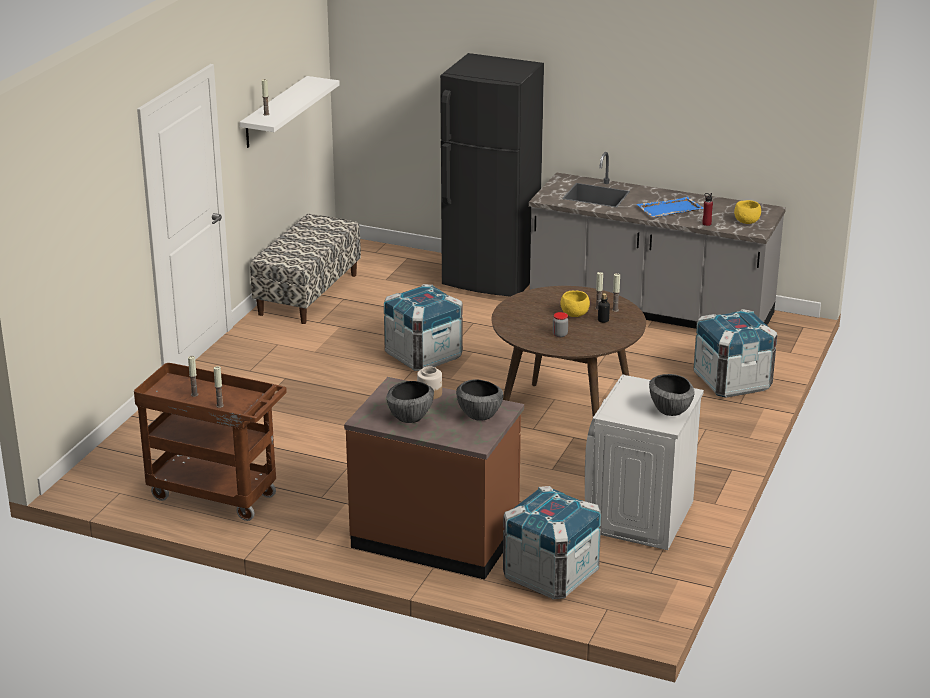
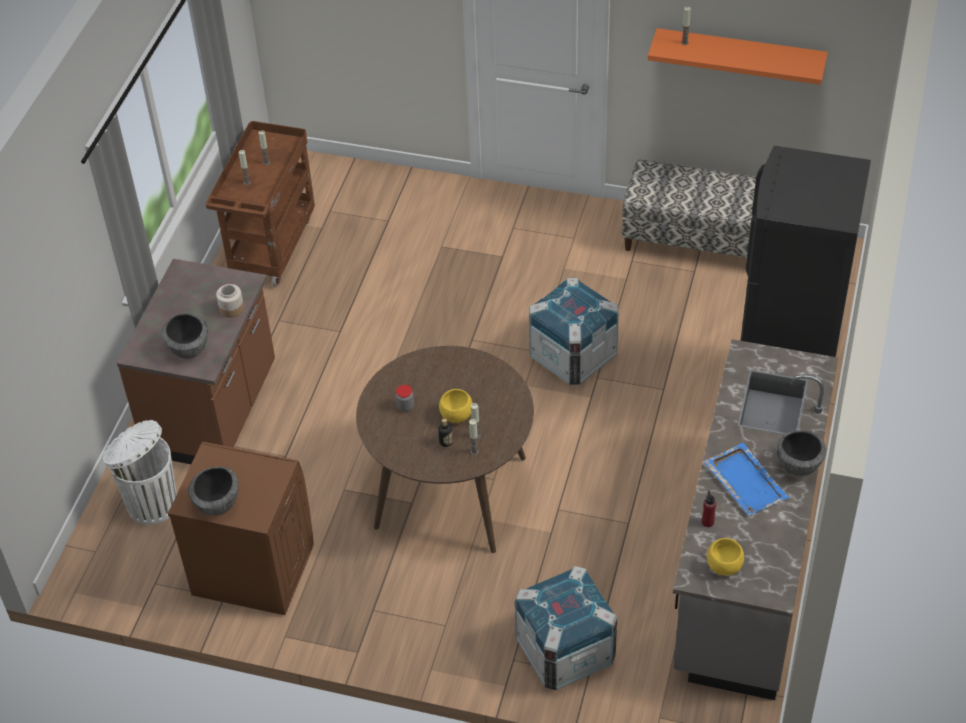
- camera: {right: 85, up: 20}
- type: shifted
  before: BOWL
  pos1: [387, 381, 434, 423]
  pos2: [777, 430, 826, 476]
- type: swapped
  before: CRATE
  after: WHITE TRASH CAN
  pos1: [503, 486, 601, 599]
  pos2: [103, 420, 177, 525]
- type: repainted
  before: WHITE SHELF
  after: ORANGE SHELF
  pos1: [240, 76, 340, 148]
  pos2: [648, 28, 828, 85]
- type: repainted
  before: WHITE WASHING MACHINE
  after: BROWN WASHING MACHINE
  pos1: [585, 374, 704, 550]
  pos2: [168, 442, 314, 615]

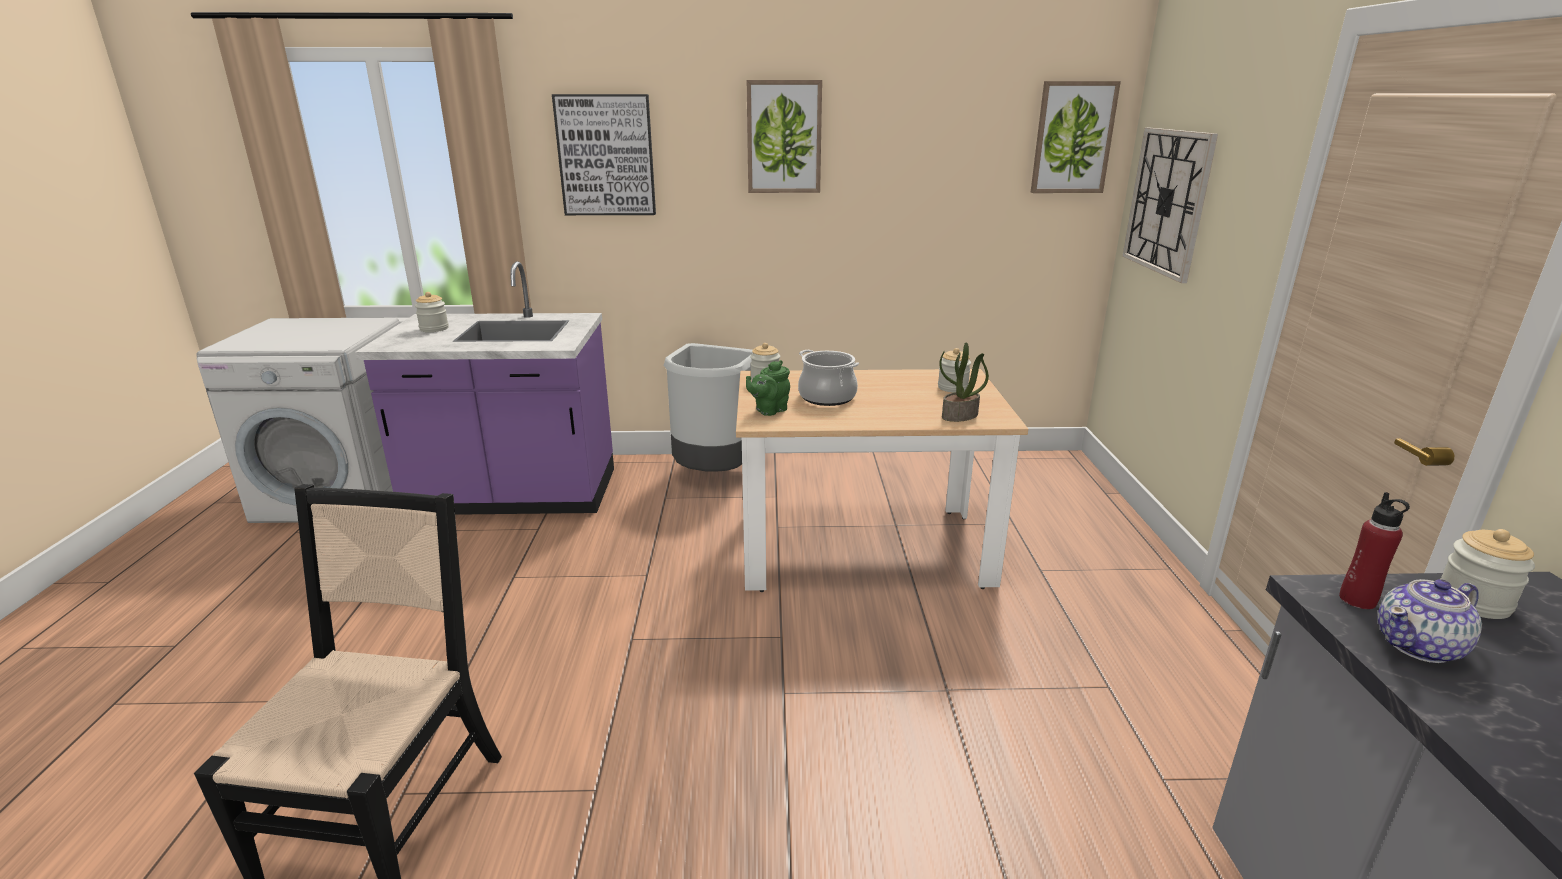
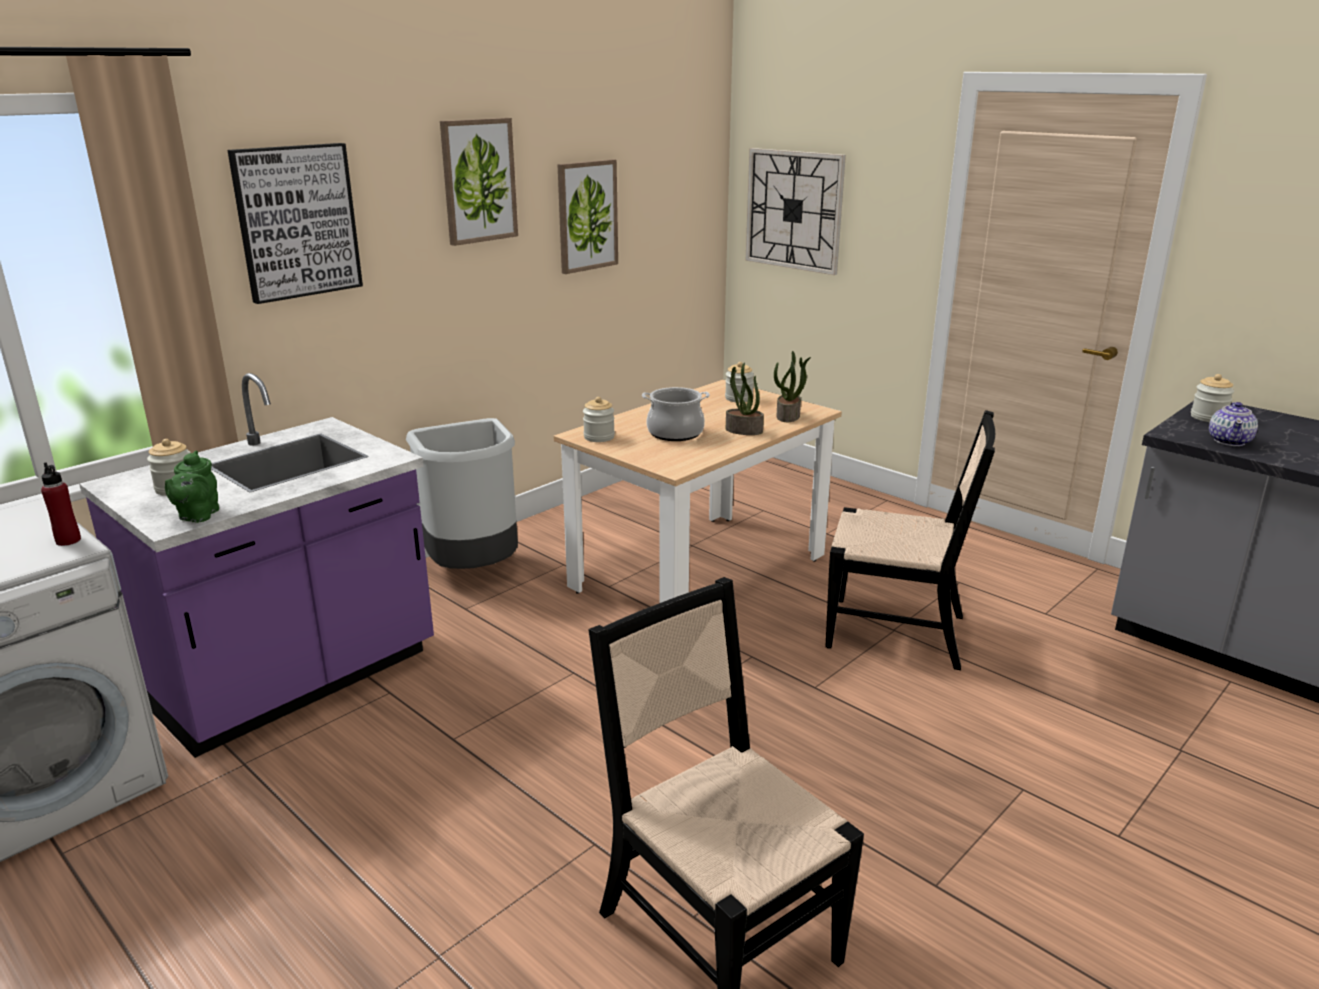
- camera: {right: -45, up: 0}
- type: new
  after: POTTED PLANT
  pos2: [726, 362, 764, 435]
- type: new
  after: CHAIR
  pos2: [825, 410, 995, 670]
- type: shifted
  before: GREEN TEAPOT
  pos1: [746, 360, 790, 416]
  pos2: [165, 450, 219, 523]
- type: shifted
  before: PICTURE
  pos1: [1031, 81, 1121, 193]
  pos2: [557, 159, 618, 274]
- type: shifted
  before: RED BOTTLE
  pos1: [1339, 492, 1410, 609]
  pos2: [41, 462, 81, 546]

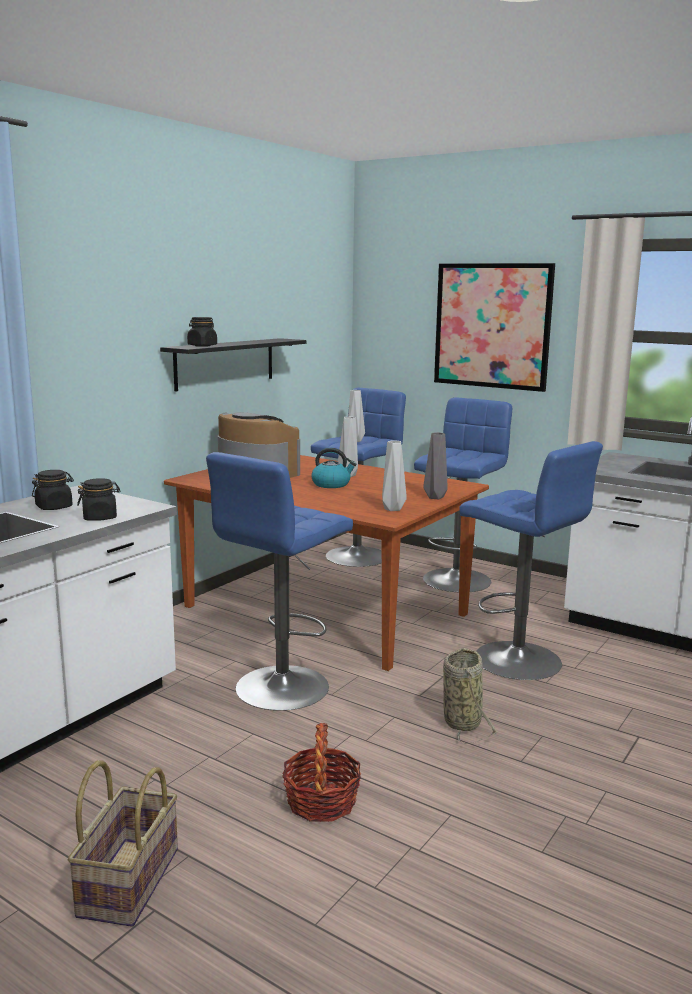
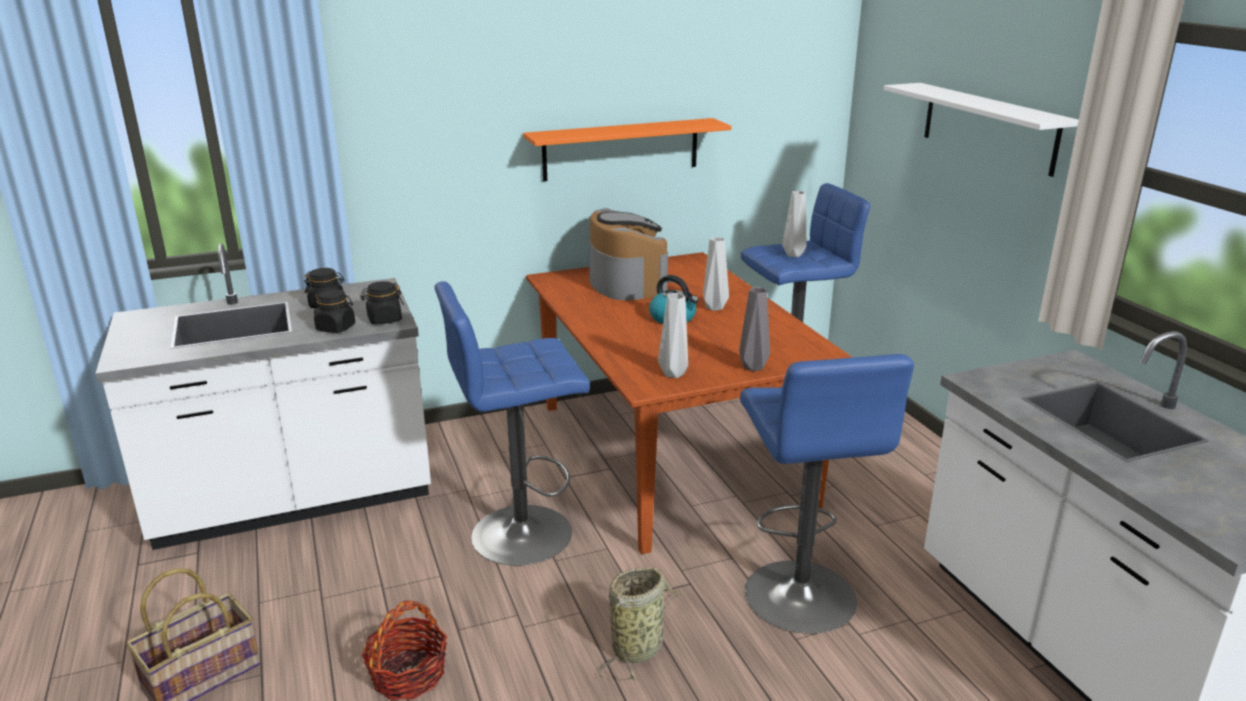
- camera: {right: 35, up: 10}
- type: gone
  before: BLUE STOOL
  pos1: [414, 398, 512, 592]
- type: shifted
  before: BLACK JAR
  pos1: [187, 317, 217, 347]
  pos2: [360, 281, 404, 325]
- type: swapped
  before: PICTURE
  after: WHITE SHELF
  pos1: [434, 263, 555, 392]
  pos2: [883, 83, 1079, 177]
- type: repainted
  before: BLACK SHELF
  after: ORANGE SHELF
  pos1: [160, 338, 306, 392]
  pos2: [523, 118, 731, 181]

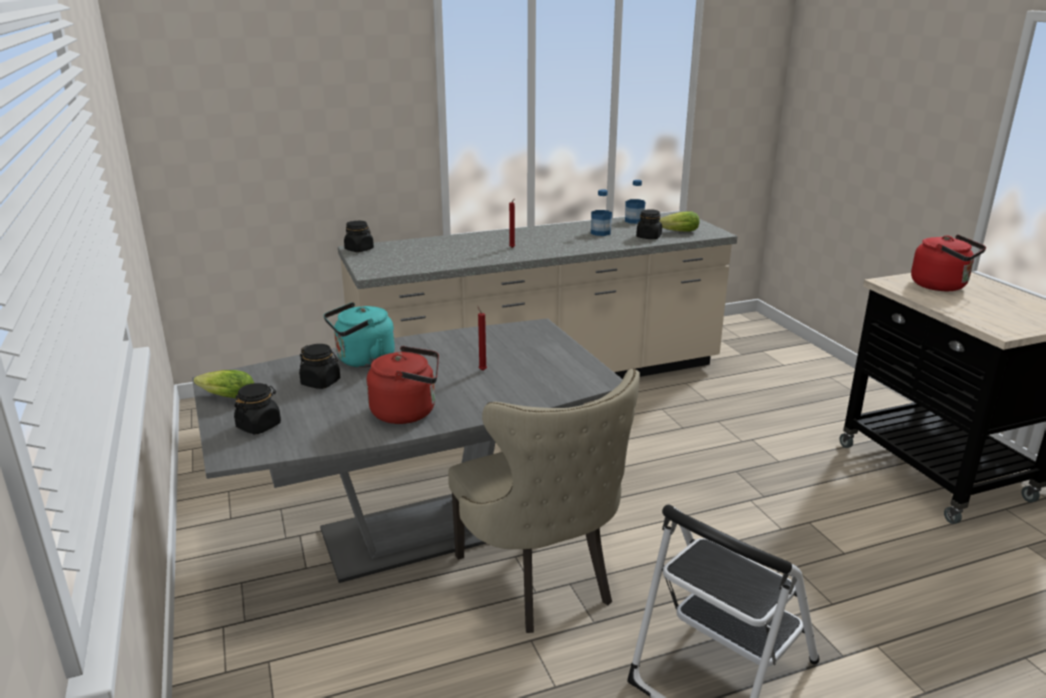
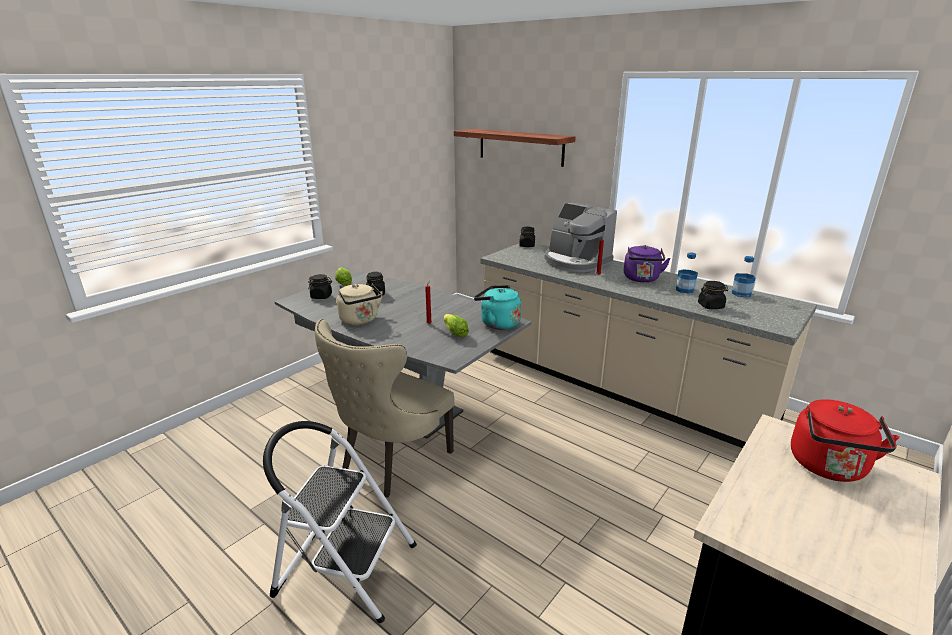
- camera: {right: 60, up: 0}
- type: new
  after: SHELF
  pos2: [454, 129, 576, 167]
- type: new
  after: COFFEE MACHINE
  pos2: [545, 202, 617, 272]
- type: new
  after: PURPLE KETTLE
  pos2: [624, 245, 671, 282]
- type: shifted
  before: TURQUOISE KETTLE
  pos1: [323, 302, 395, 368]
  pos2: [474, 285, 521, 330]
- type: shifted
  before: LETTUCE
  pos1: [660, 211, 699, 232]
  pos2: [444, 314, 469, 337]
- type: repainted
  before: RED KETTLE
  after: BEIGE KETTLE
  pos1: [367, 346, 439, 424]
  pos2: [337, 283, 383, 325]

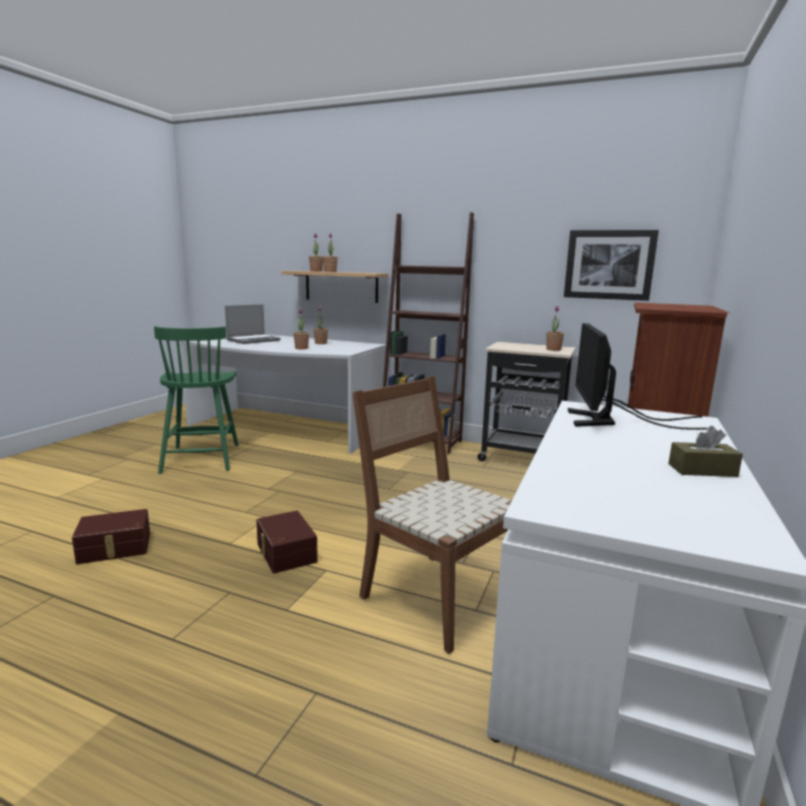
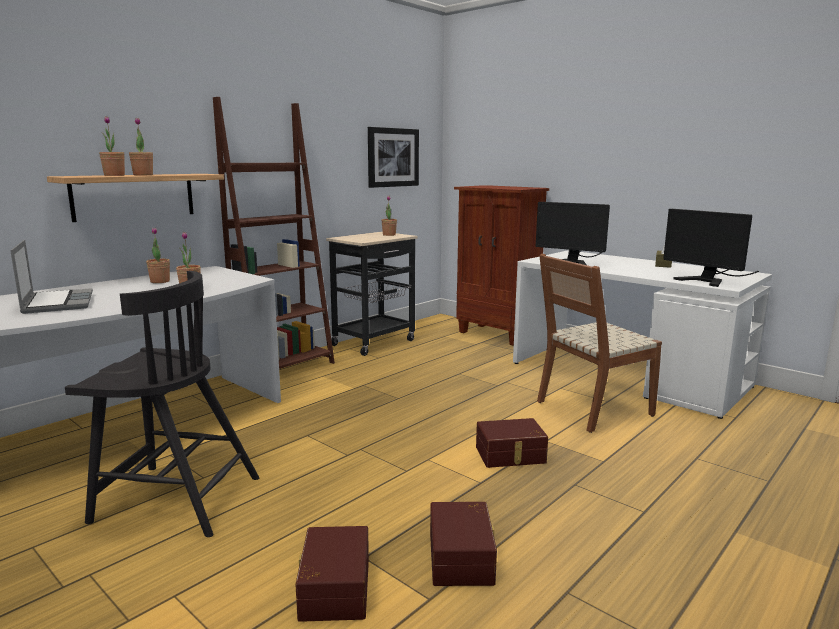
- camera: {right: -70, up: 0}
- type: new
  after: BROWN STORAGE BOX
  pos2: [295, 526, 369, 622]
- type: new
  after: MONITOR
  pos2: [663, 209, 759, 287]
- type: repainted
  before: GREEN CHAIR
  after: BLACK CHAIR
  pos1: [154, 326, 239, 474]
  pos2: [65, 271, 260, 537]

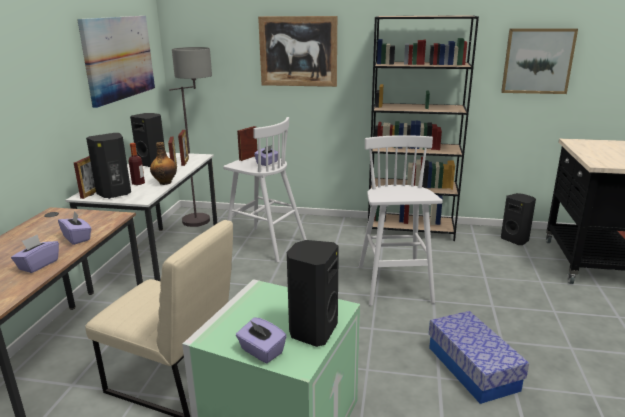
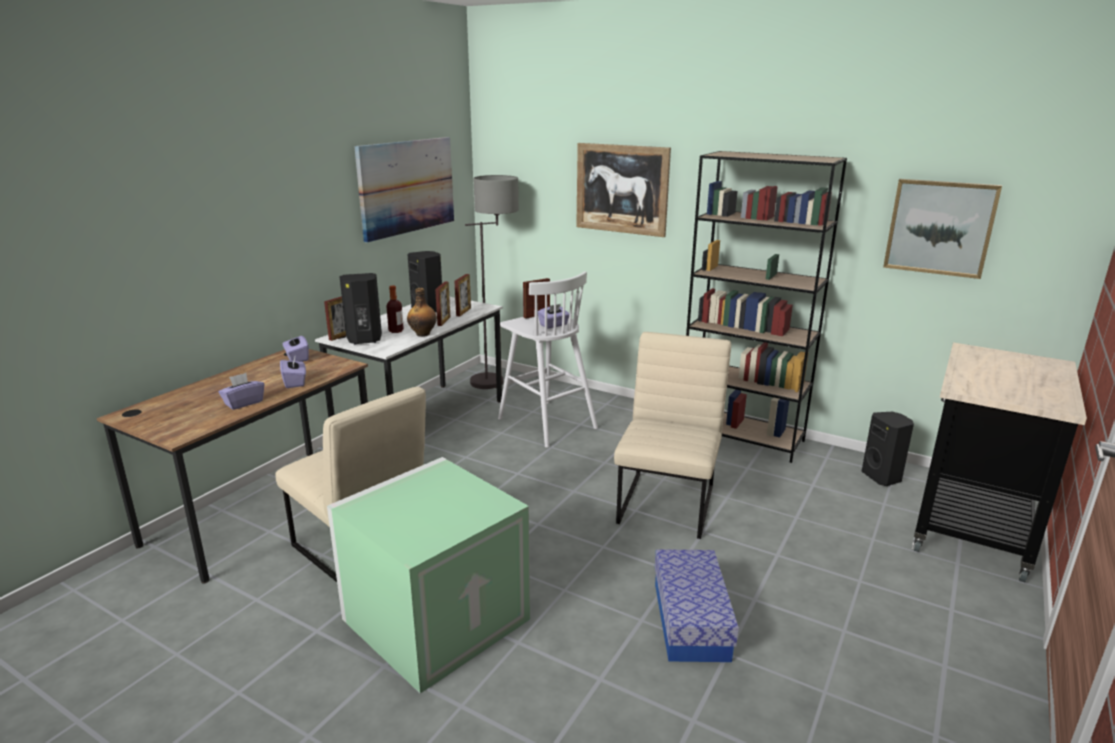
- camera: {right: 20, up: 0}
- type: gone
  before: BLACK SPEAKER
  pos1: [287, 240, 339, 347]
- type: shifted
  before: PURPLE TISSUE BOX
  pos1: [236, 317, 286, 363]
  pos2: [283, 332, 309, 362]
- type: swapped
  before: WHITE STOOL
  after: BEIGE CHAIR
  pos1: [359, 135, 443, 306]
  pos2: [614, 332, 731, 539]

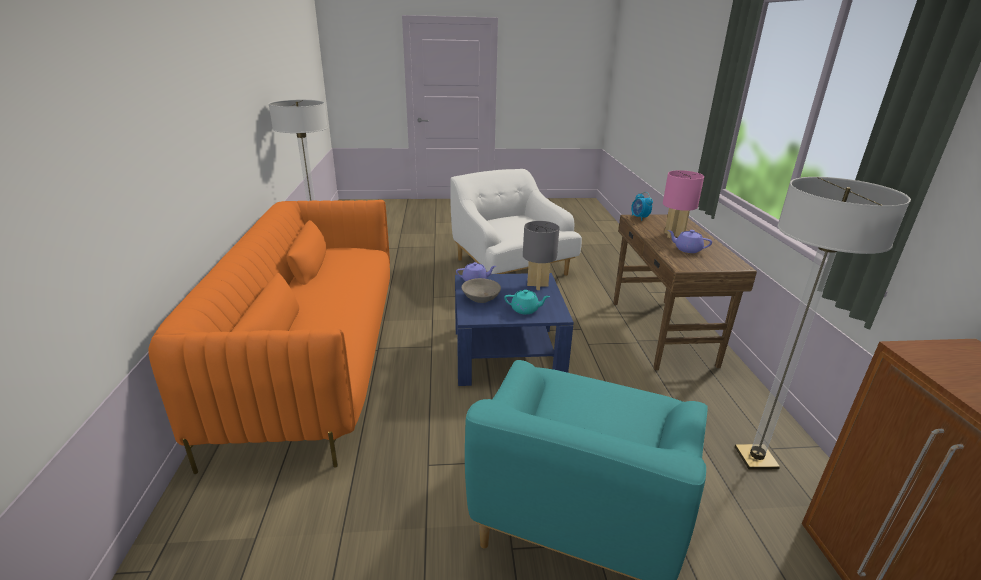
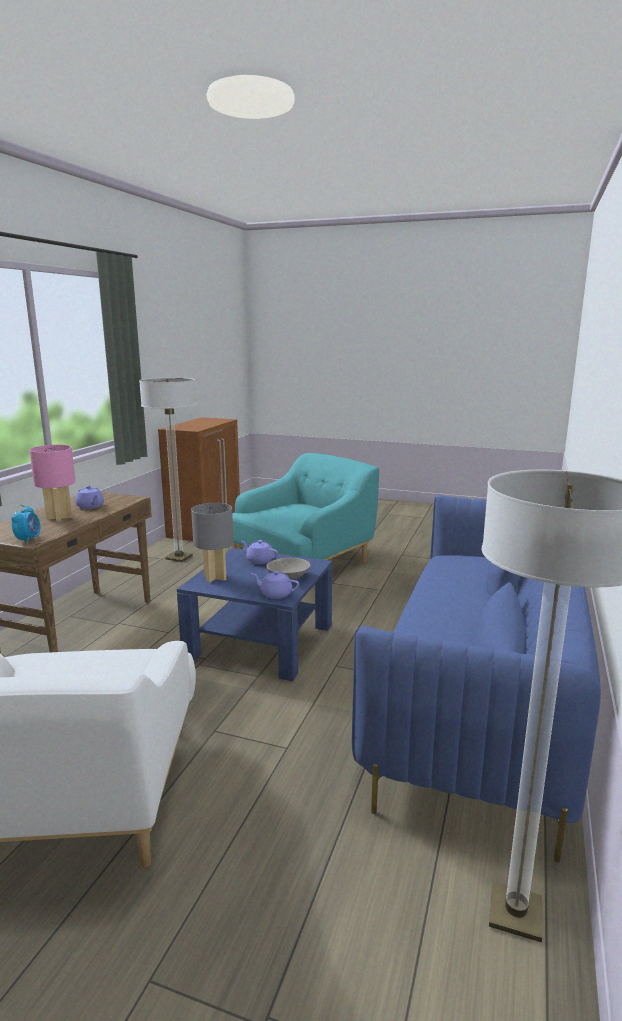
- camera: {right: -155, up: -10}
- type: repainted
  before: ORANGE SOFA
  after: BLUE SOFA
  pos1: [148, 200, 390, 474]
  pos2: [352, 495, 601, 863]
- type: repainted
  before: TURQUOISE TEAPOT
  after: PURPLE TEAPOT
  pos1: [504, 290, 550, 314]
  pos2: [241, 540, 278, 564]

